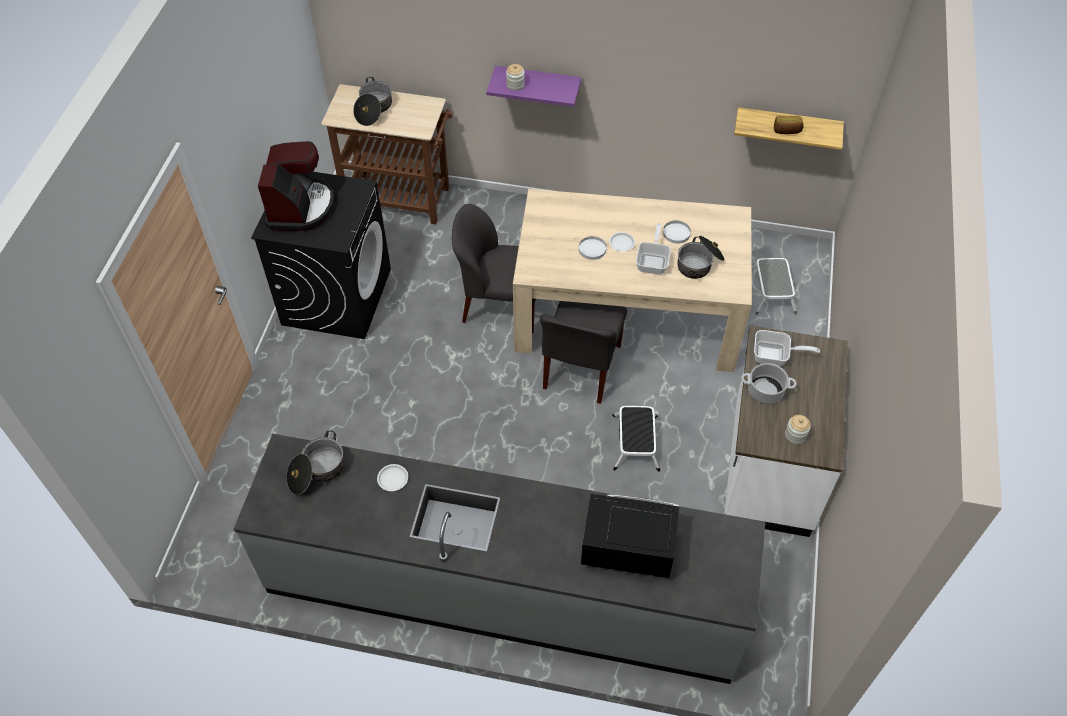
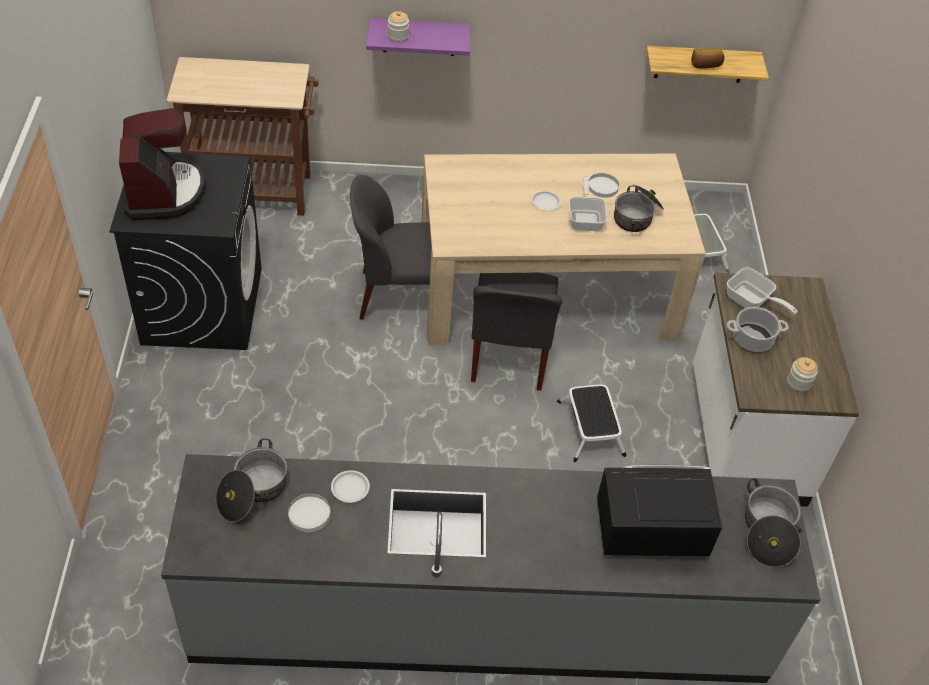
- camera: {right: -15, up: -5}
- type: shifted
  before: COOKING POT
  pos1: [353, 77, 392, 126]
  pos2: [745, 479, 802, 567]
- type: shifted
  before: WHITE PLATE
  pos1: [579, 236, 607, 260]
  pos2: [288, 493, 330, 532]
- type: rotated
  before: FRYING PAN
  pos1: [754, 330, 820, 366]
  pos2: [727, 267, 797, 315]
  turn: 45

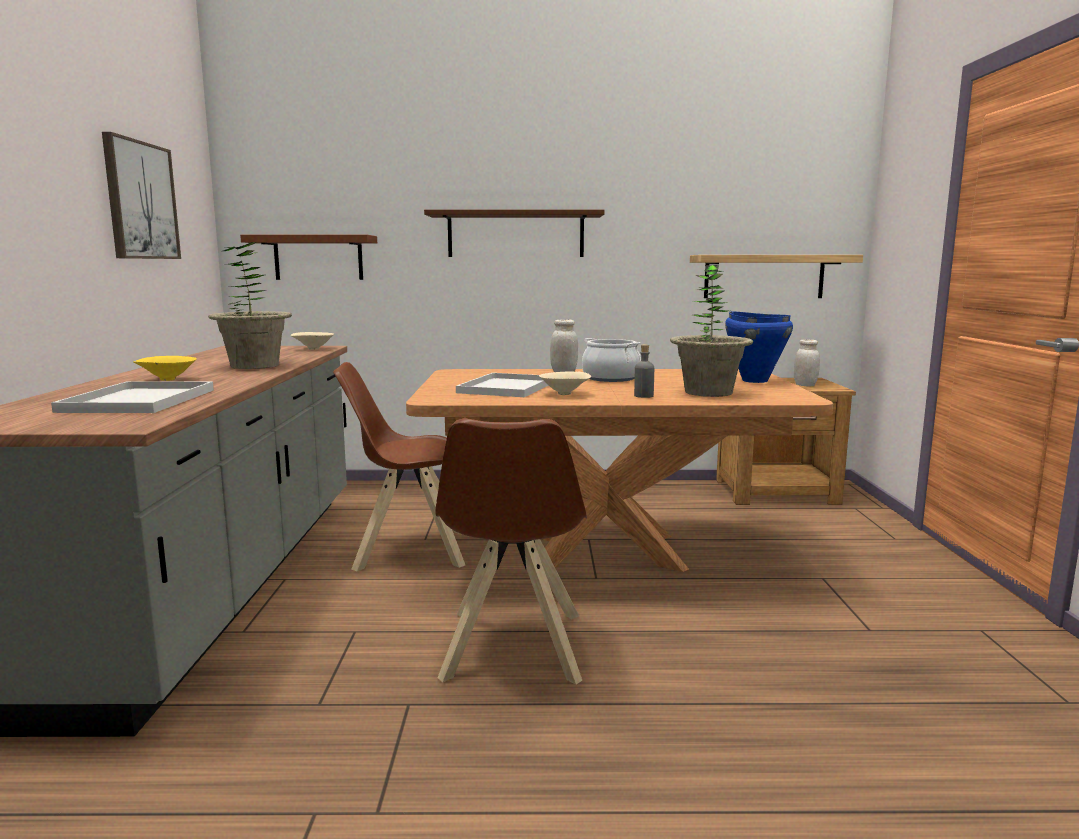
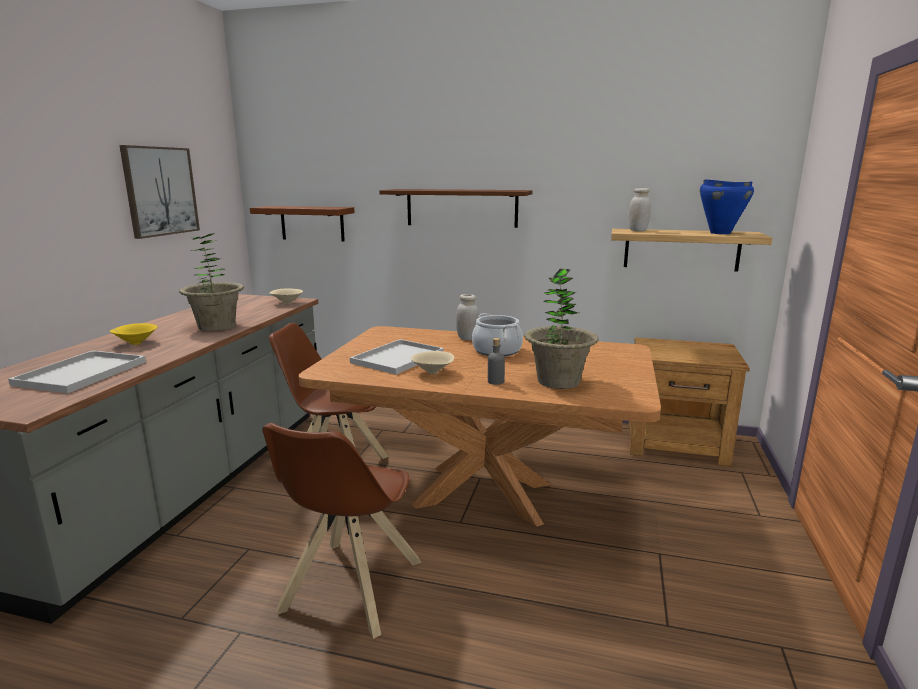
- camera: {right: 15, up: 5}
- type: shifted
  before: BLUE COOKING POT
  pos1: [725, 311, 793, 383]
  pos2: [700, 179, 754, 234]
- type: shifted
  before: WHITE JAR
  pos1: [794, 339, 820, 386]
  pos2: [628, 188, 651, 231]

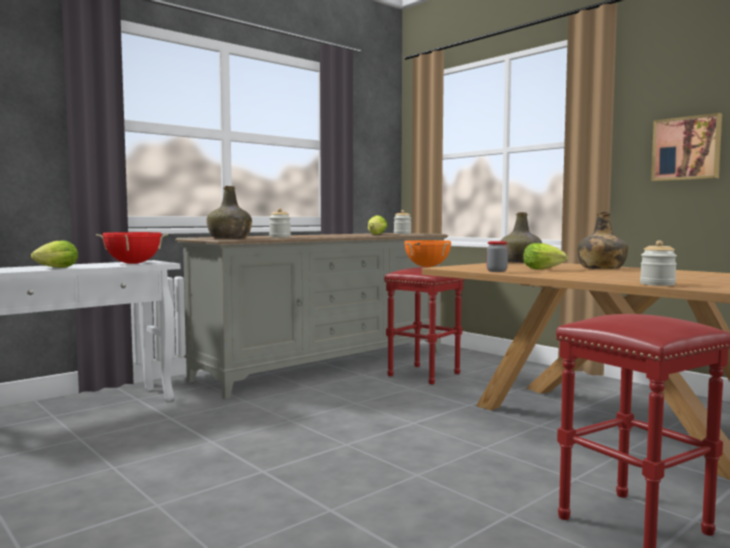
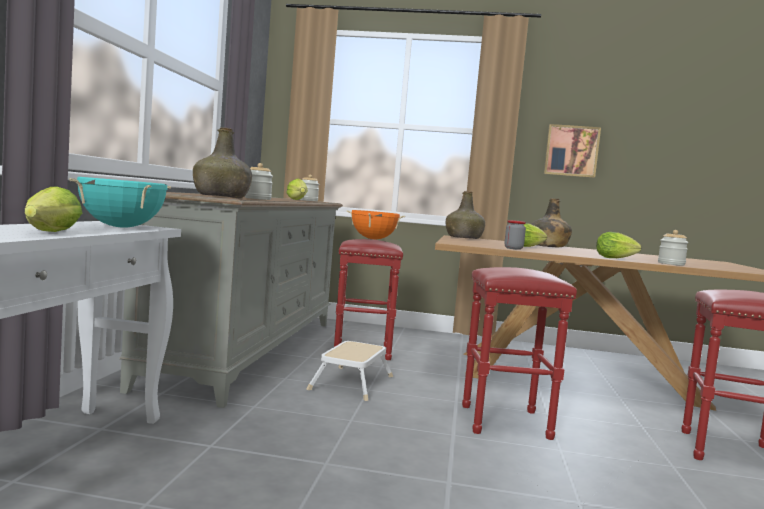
- camera: {right: -40, up: 0}
- type: new
  after: BEIGE STEP LADDER
  pos2: [307, 341, 393, 401]
- type: new
  after: RED STOOL
  pos2: [462, 267, 577, 440]
- type: new
  after: LETTUCE
  pos2: [596, 232, 641, 258]
- type: repainted
  before: RED COOKING POT
  after: TURQUOISE COOKING POT
  pos1: [96, 232, 168, 264]
  pos2: [69, 177, 171, 228]

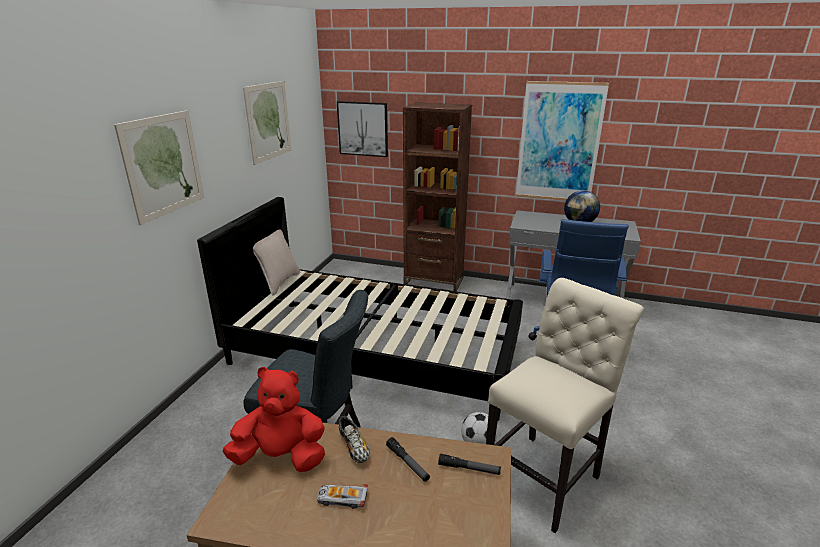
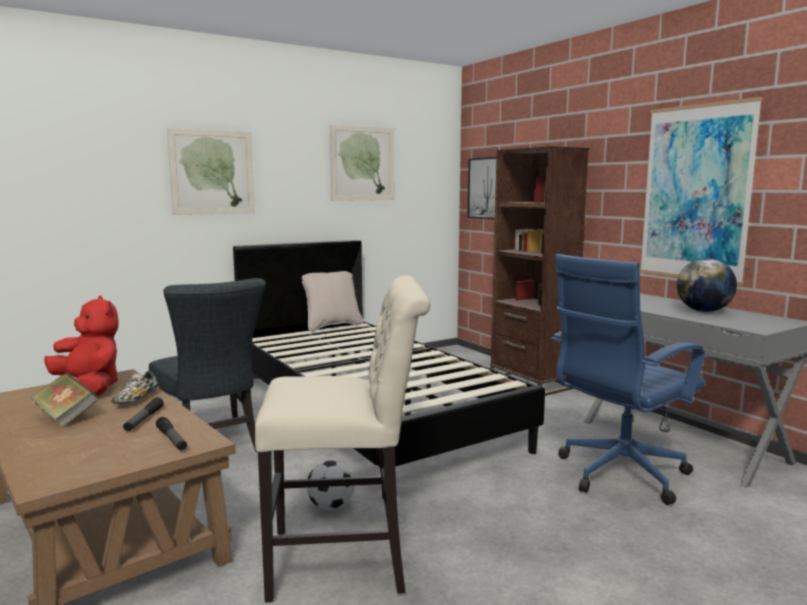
- camera: {right: 40, up: -15}
- type: swapped
  before: TOY CAR
  after: BOOK
  pos1: [317, 484, 368, 509]
  pos2: [30, 373, 99, 428]

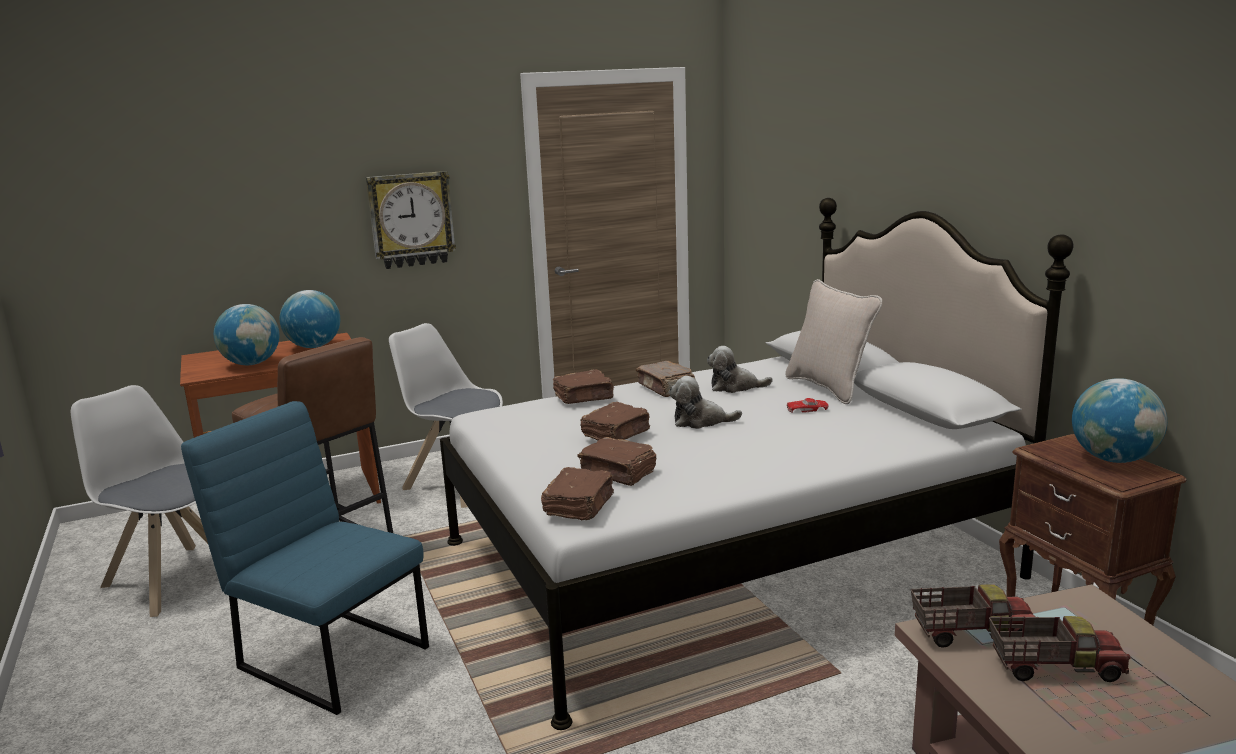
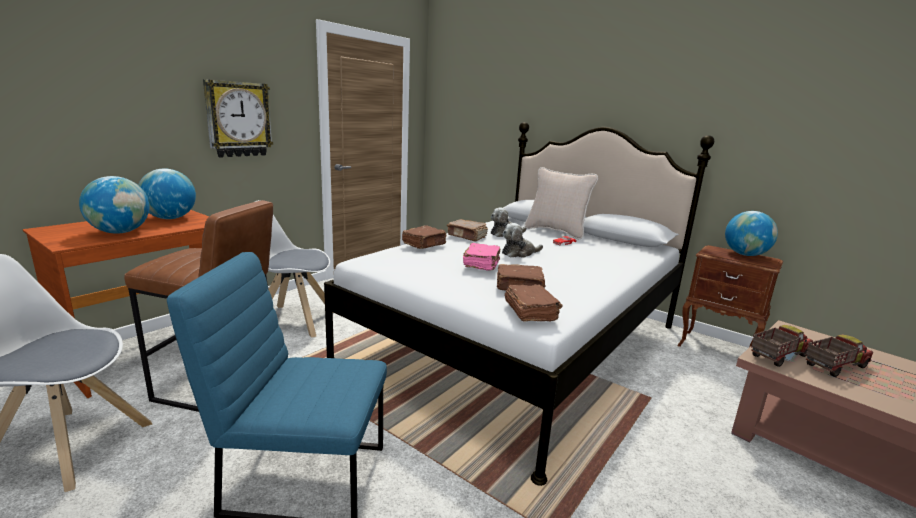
- camera: {right: -30, up: 0}
- type: repainted
  before: BROWN BOOK
  after: PINK BOOK
  pos1: [581, 402, 650, 440]
  pos2: [463, 243, 500, 271]

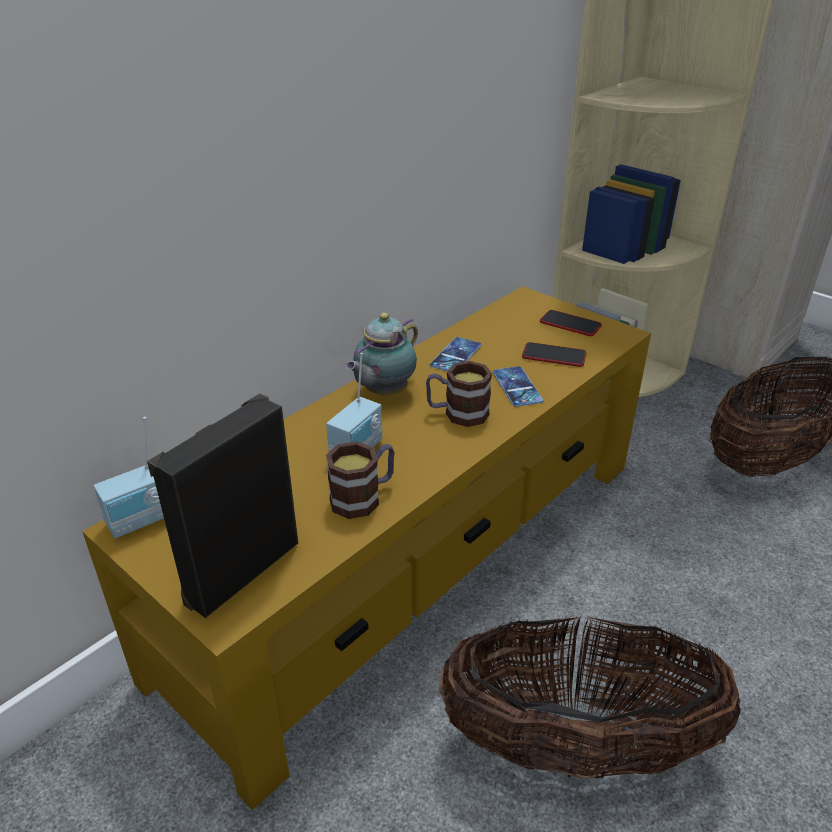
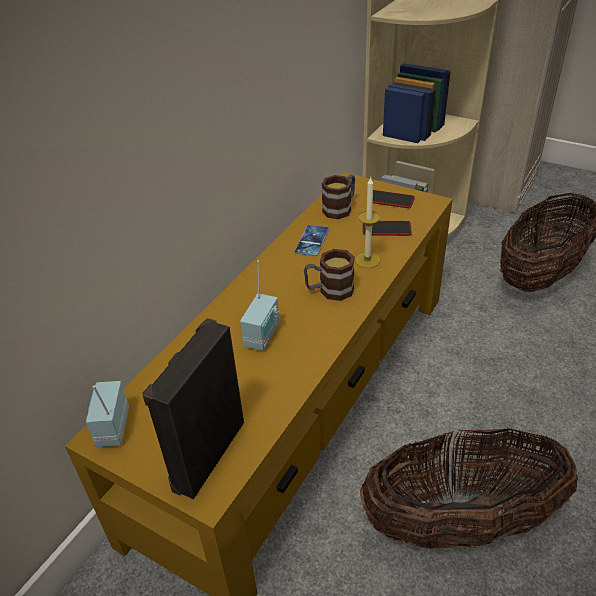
- camera: {right: -10, up: 5}
- type: gone
  before: TEAPOT
  pos1: [345, 313, 418, 395]
- type: shifted
  before: MUG
  pos1: [326, 441, 394, 519]
  pos2: [322, 175, 355, 219]
- type: swapped
  before: PHONE
  after: CANDLE
  pos1: [493, 366, 543, 407]
  pos2: [355, 177, 381, 268]
- type: rotated
  before: RADIO
  pos1: [94, 417, 164, 538]
  pos2: [86, 381, 129, 447]
  turn: 135

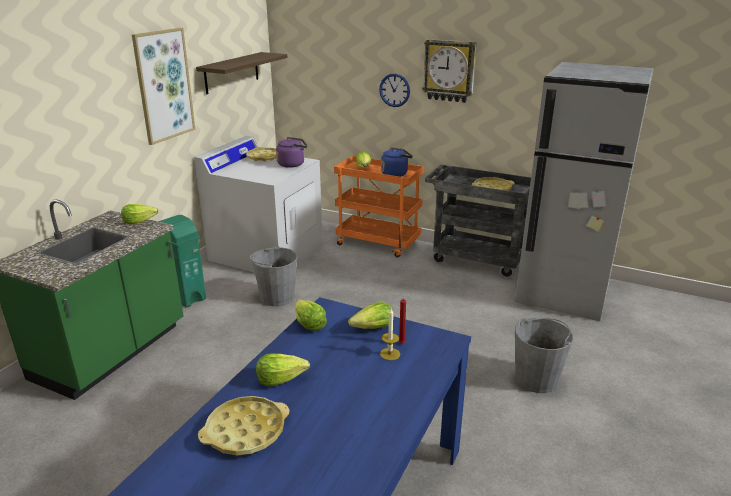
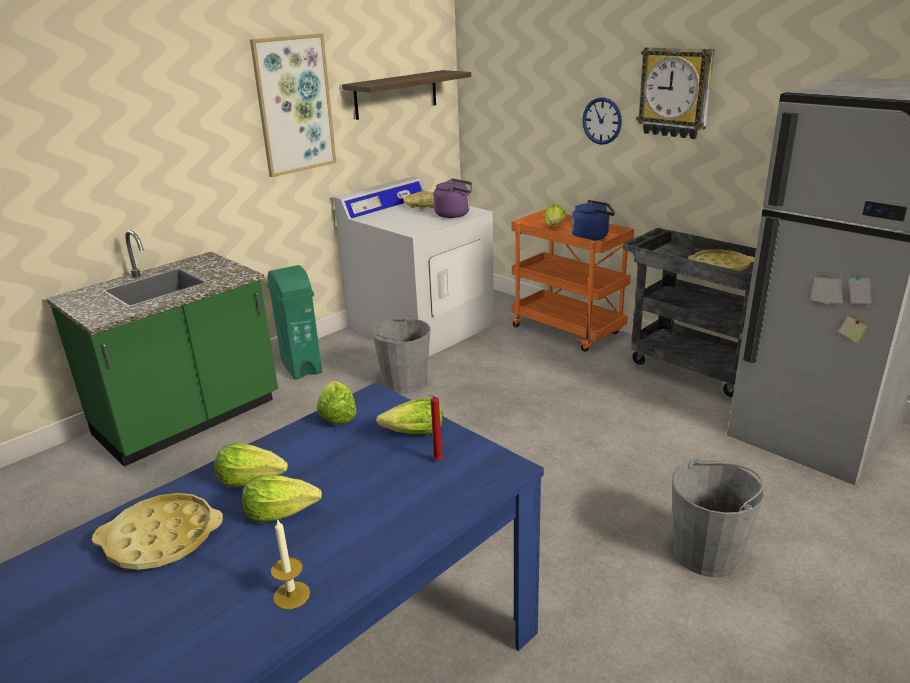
- camera: {right: 20, up: 0}
- type: shifted
  before: LETTUCE
  pos1: [121, 204, 158, 224]
  pos2: [242, 475, 322, 522]
- type: shifted
  before: CANDLE
  pos1: [380, 309, 400, 360]
  pos2: [271, 518, 310, 609]

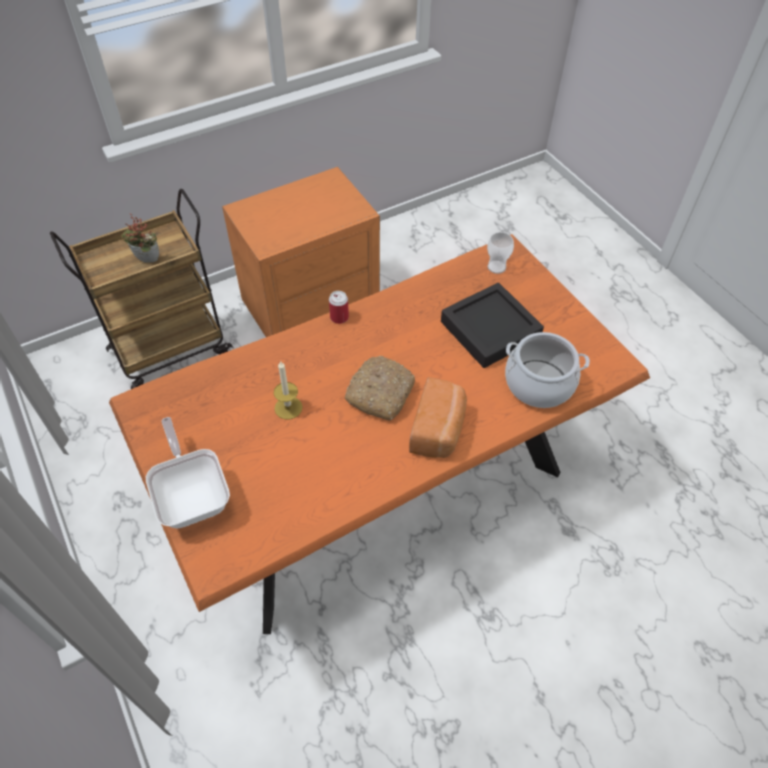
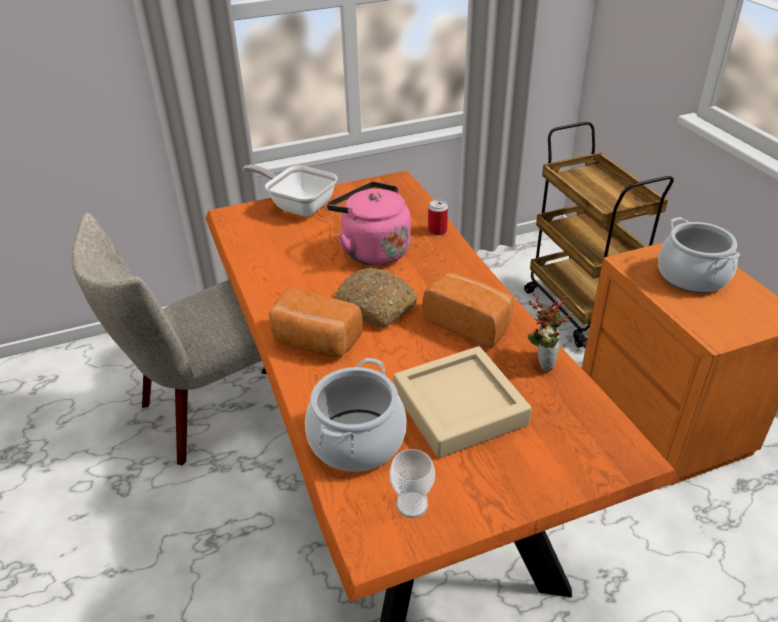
- camera: {right: 100, up: -15}
- type: new
  after: BEIGE CHAIR
  pos2: [72, 212, 262, 466]
- type: new
  after: BREAD
  pos2: [422, 273, 514, 348]
- type: new
  after: COOKING POT
  pos2: [658, 217, 740, 293]
- type: shifted
  before: POTTED PLANT
  pos1: [121, 213, 159, 263]
  pos2: [528, 294, 572, 372]
- type: shifted
  before: CAN
  pos1: [329, 291, 349, 324]
  pos2: [428, 199, 448, 235]
- type: shifted
  before: CUP
  pos1: [487, 232, 514, 274]
  pos2: [390, 449, 435, 518]
- type: swapped
  before: CANDLE
  after: PINK KETTLE
  pos1: [274, 361, 303, 420]
  pos2: [327, 182, 411, 265]
- type: repainted
  before: BLACK TRAY
  after: BEIGE TRAY
  pos1: [441, 283, 544, 368]
  pos2: [393, 346, 532, 458]
- type: rotated
  before: FRYING PAN
  pos1: [146, 417, 230, 529]
  pos2: [243, 165, 337, 217]
  turn: -135

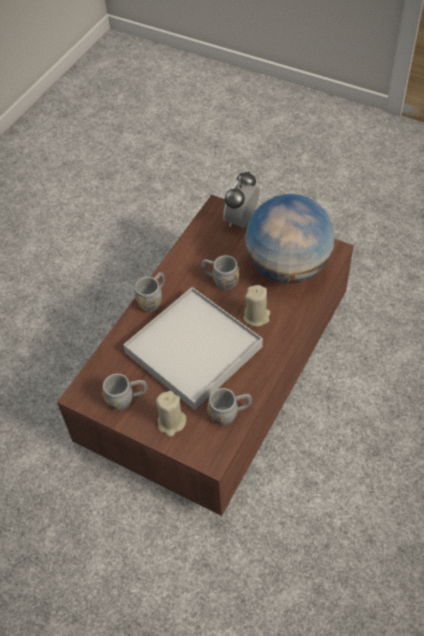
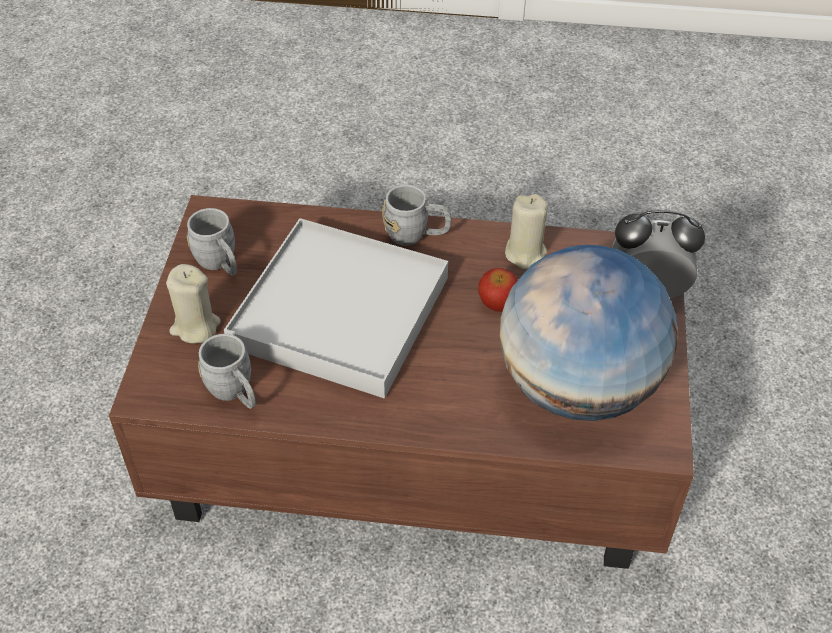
- camera: {right: 65, up: -5}
- type: shifted
  before: BEIGE CANDLE
  pos1: [243, 285, 270, 327]
  pos2: [505, 194, 548, 269]
- type: swapped
  before: GREY MUG
  after: APPLE
  pos1: [201, 255, 239, 290]
  pos2: [478, 268, 518, 312]

